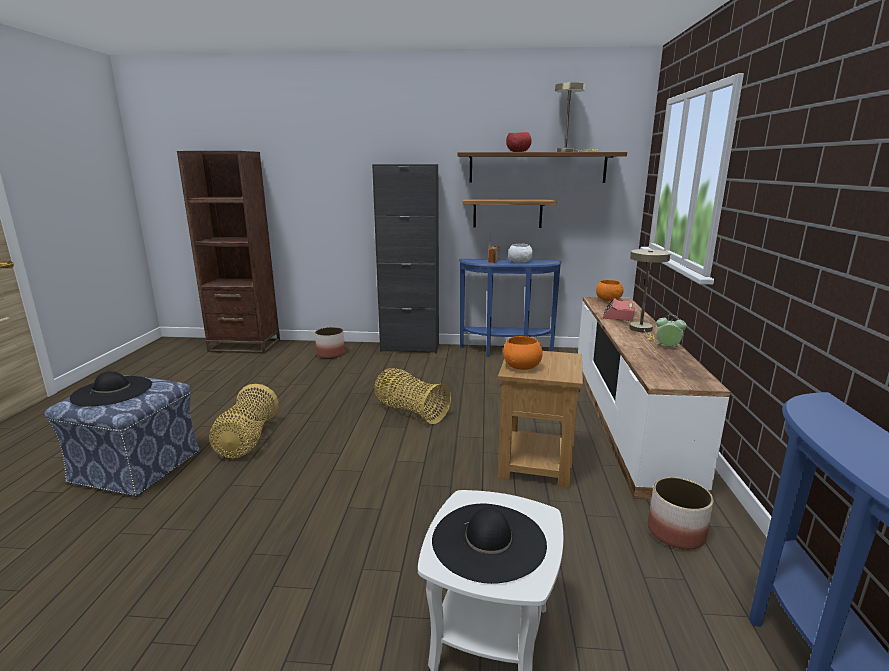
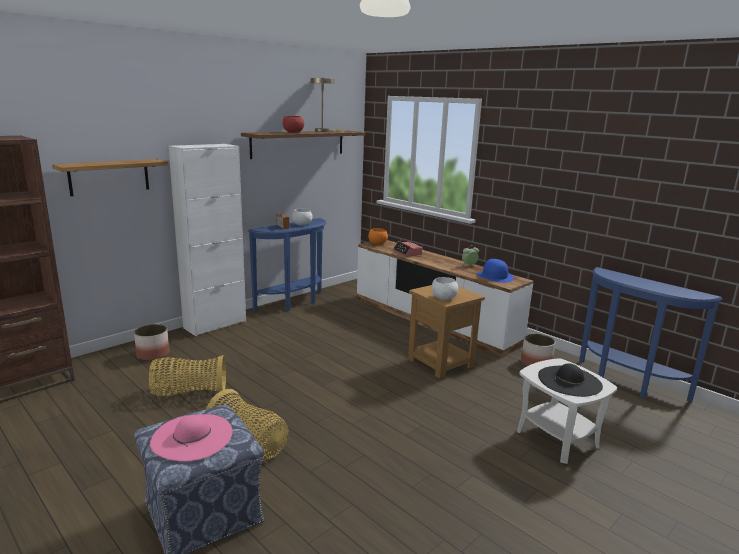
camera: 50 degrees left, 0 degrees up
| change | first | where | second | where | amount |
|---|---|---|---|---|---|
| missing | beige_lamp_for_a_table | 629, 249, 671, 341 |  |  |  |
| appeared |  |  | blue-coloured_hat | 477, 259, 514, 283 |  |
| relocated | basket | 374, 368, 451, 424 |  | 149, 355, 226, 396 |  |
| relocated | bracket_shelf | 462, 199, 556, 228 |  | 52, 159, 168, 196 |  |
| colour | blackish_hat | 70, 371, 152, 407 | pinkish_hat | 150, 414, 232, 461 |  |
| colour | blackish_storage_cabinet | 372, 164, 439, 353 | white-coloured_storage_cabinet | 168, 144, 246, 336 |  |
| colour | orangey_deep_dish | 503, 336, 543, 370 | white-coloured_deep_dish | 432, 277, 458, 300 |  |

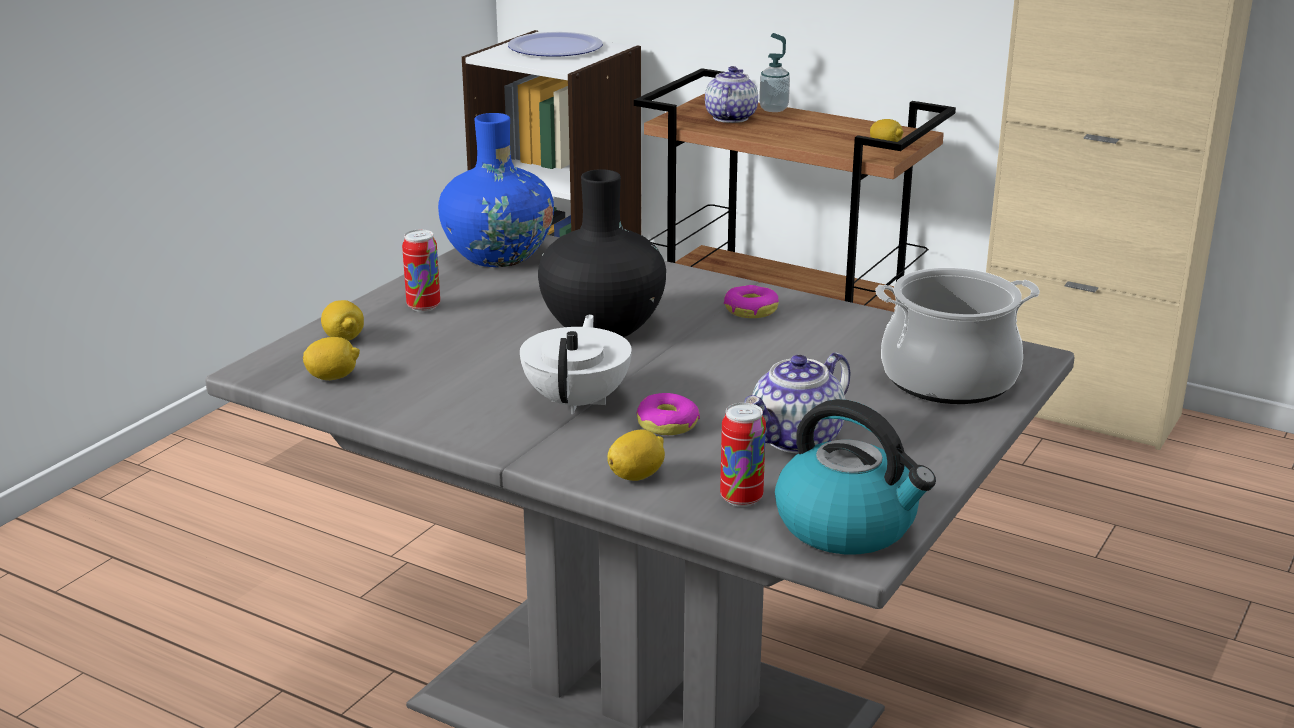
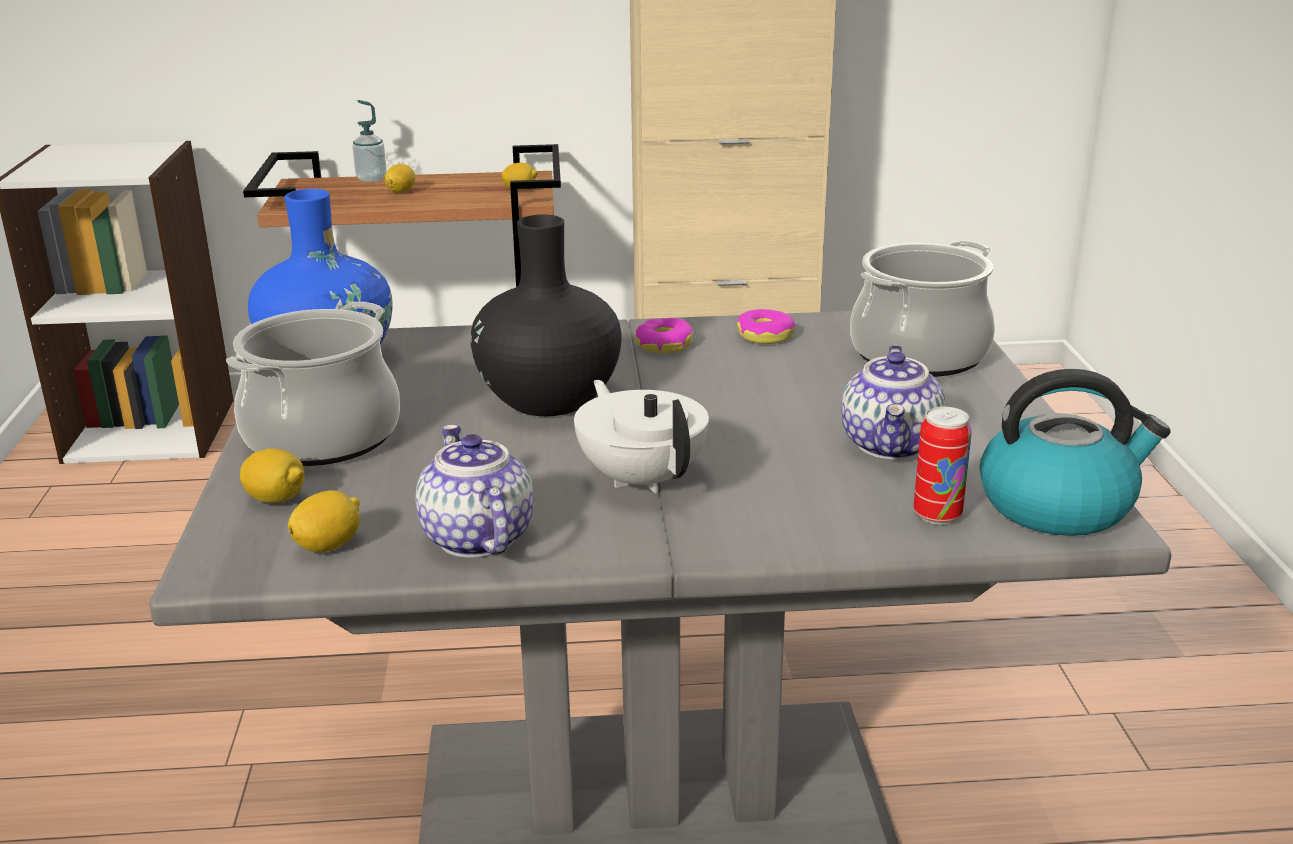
camera: 35 degrees left, 0 degrees up
| change | first | where | second | where | amount |
|---|---|---|---|---|---|
| missing | dinner_plate | 508, 32, 603, 57 |  |  |  |
| relocated | citrus_fruit | 607, 430, 665, 481 |  | 385, 164, 416, 193 |  |
| relocated | ring_doughnut | 636, 393, 700, 435 |  | 737, 309, 795, 344 |  |
| relocated | pot_for_tea | 705, 66, 758, 123 |  | 415, 425, 534, 558 |  |
| exchanged | can | 402, 230, 440, 312 | saucepot | 226, 302, 400, 466 |  |

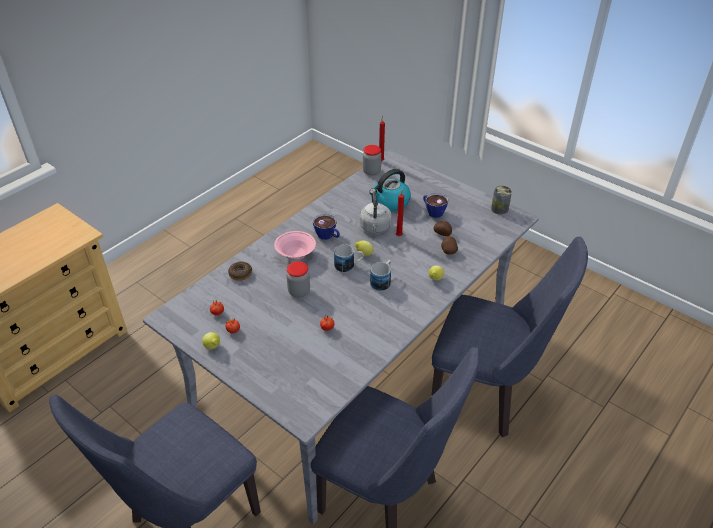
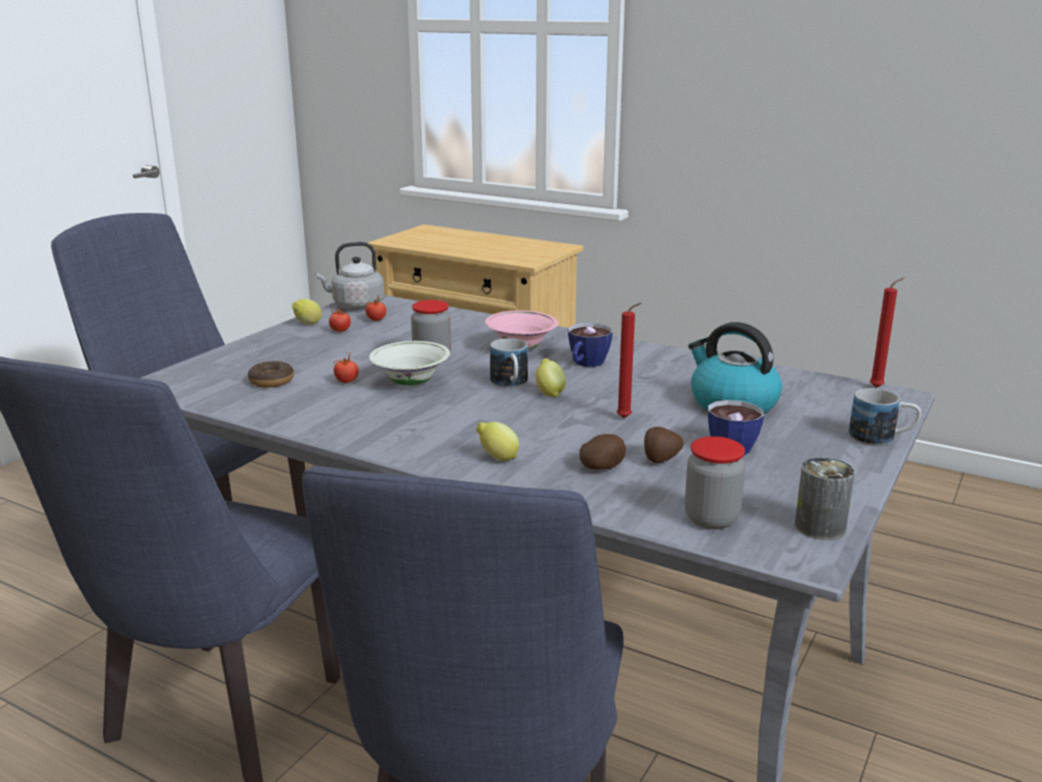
camera: 80 degrees right, 20 degrees down
| change | first | where | second | where | amount |
|---|---|---|---|---|---|
| appeared |  |  | white-coloured_deep_dish | 369, 341, 450, 386 |  |
| relocated | ring_doughnut | 228, 262, 252, 281 |  | 248, 361, 294, 388 |  |
| relocated | grey_water_kettle | 360, 191, 392, 233 |  | 315, 242, 384, 309 |  |
| relocated | storage_jar | 363, 145, 381, 176 |  | 685, 436, 745, 529 |  |
| relocated | coffee_mug | 370, 260, 391, 291 |  | 849, 388, 921, 446 |  |

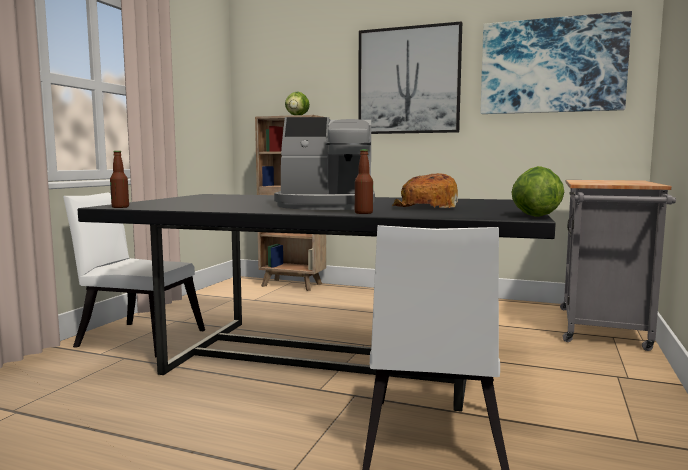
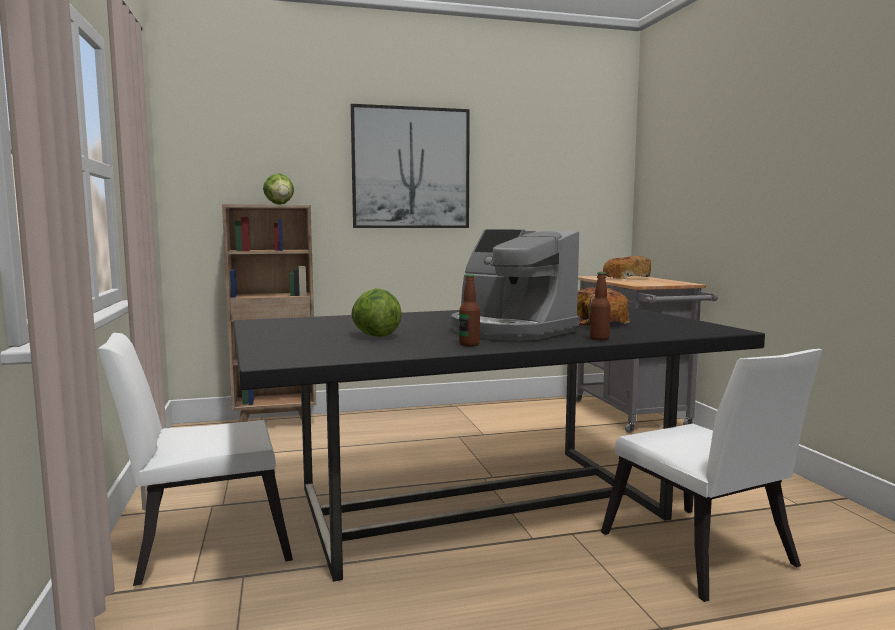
camera: 35 degrees left, 0 degrees up
| change | first | where | second | where | amount |
|---|---|---|---|---|---|
| missing | wall_art | 480, 11, 632, 114 |  |  |  |
| appeared |  |  | bread | 599, 256, 651, 279 |  |
| relocated | bottle | 110, 151, 129, 208 |  | 459, 274, 480, 347 |  |
| relocated | head_of_lettuce | 511, 166, 564, 217 |  | 351, 288, 402, 337 |  |
| spun | coffee_brewer | 274, 117, 375, 210 |  | 451, 230, 579, 341 | 75 degrees clockwise |

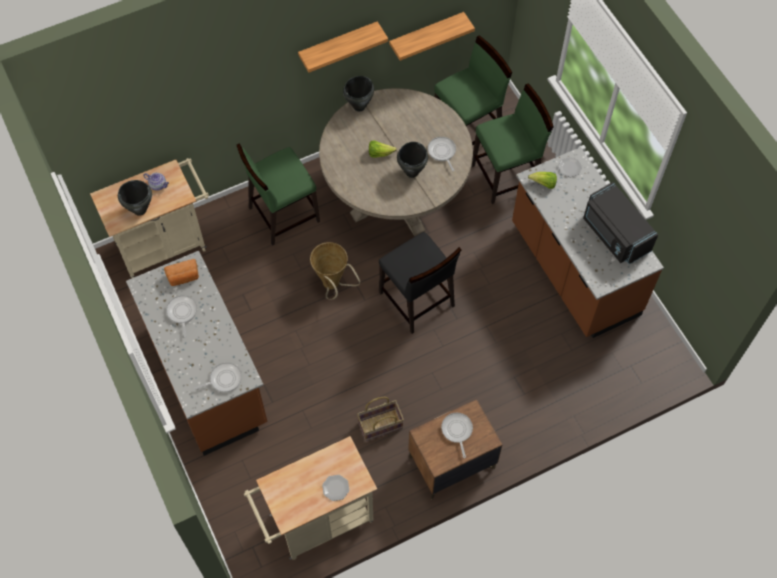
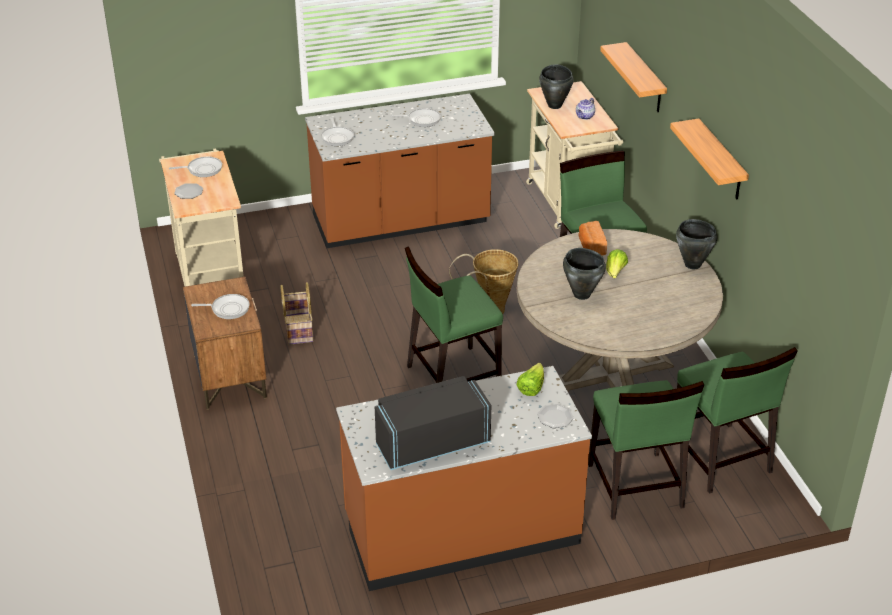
camera: 100 degrees right, 25 degrees down
| change | first | where | second | where | amount |
|---|---|---|---|---|---|
| relocated | bread | 164, 259, 199, 286 |  | 578, 221, 607, 256 |  |
| relocated | bracket_shelf | 389, 12, 475, 61 |  | 600, 42, 667, 112 |  |
| relocated | frying_pan | 428, 137, 456, 172 |  | 169, 157, 222, 177 |  |
| colour | blackish_upright_chair | 379, 232, 461, 334 | greenish_upright_chair | 405, 246, 503, 383 |  |

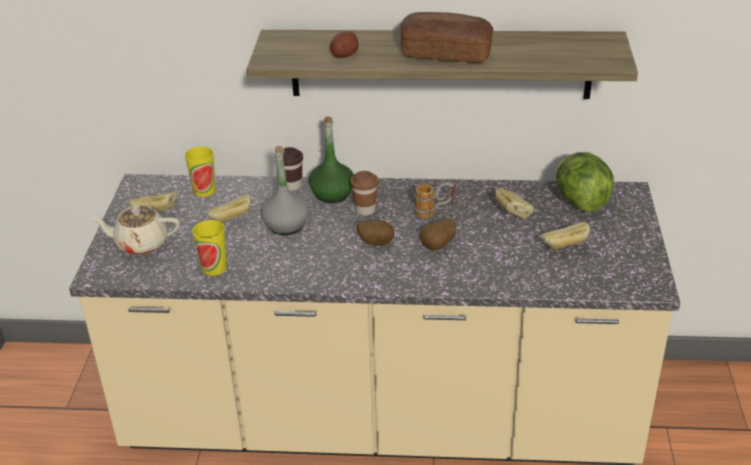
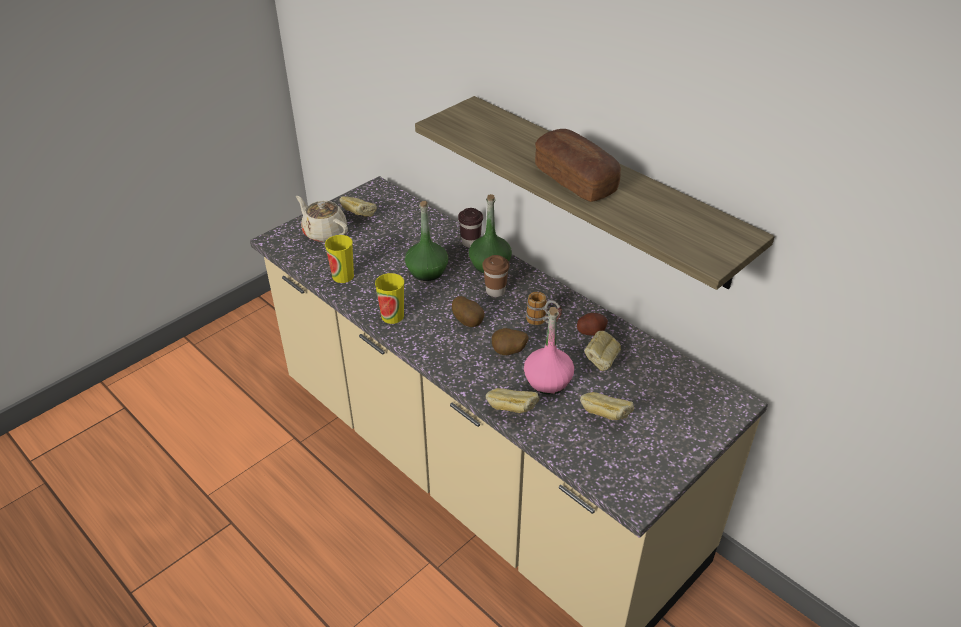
camera: 40 degrees right, 5 degrees up
| change | first | where | second | where | amount |
|---|---|---|---|---|---|
| missing | head_of_lettuce | 556, 152, 614, 212 |  |  |  |
| appeared |  |  | pinkish_bottle | 524, 307, 574, 394 |  |
| relocated | small_cup | 185, 146, 216, 197 |  | 375, 273, 404, 324 |  |
| relocated | bread | 207, 194, 252, 223 |  | 486, 388, 539, 413 |  |
| relocated | whole_potato | 330, 31, 358, 58 |  | 577, 313, 608, 336 |  |
| colour | grey_bottle | 261, 146, 309, 235 | greenish_bottle | 405, 201, 448, 281 |  |

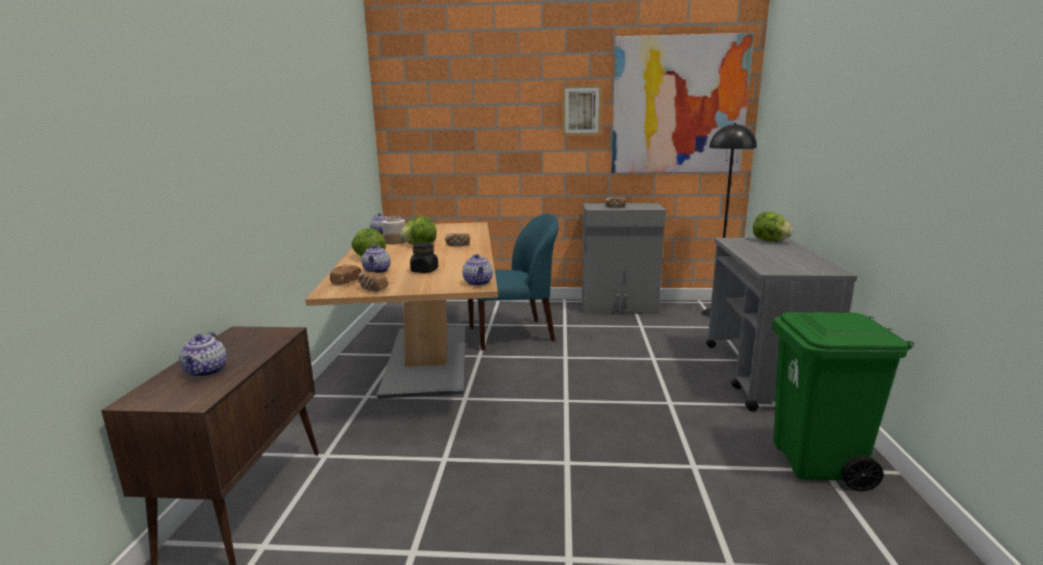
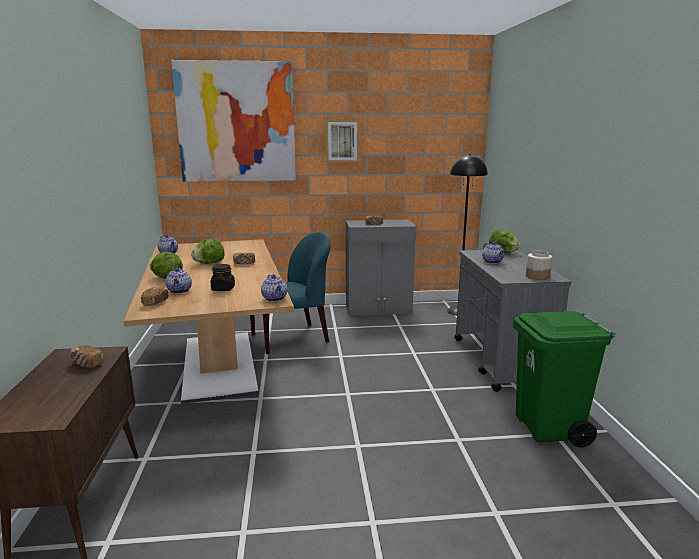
camera: 10 degrees left, 0 degrees up
| change | first | where | second | where | amount |
|---|---|---|---|---|---|
| relocated | pot_for_tea | 179, 332, 227, 377 |  | 482, 242, 504, 264 |  |
| relocated | bread | 358, 272, 388, 291 |  | 70, 345, 104, 368 |  |
| relocated | storage_jar | 382, 216, 406, 244 |  | 526, 251, 552, 280 |  |
| relocated | wall_art | 611, 33, 754, 173 |  | 171, 60, 296, 182 |  |

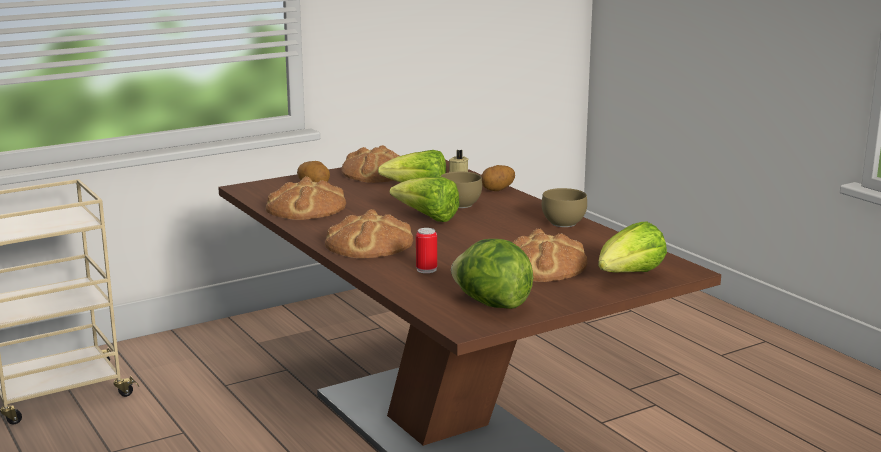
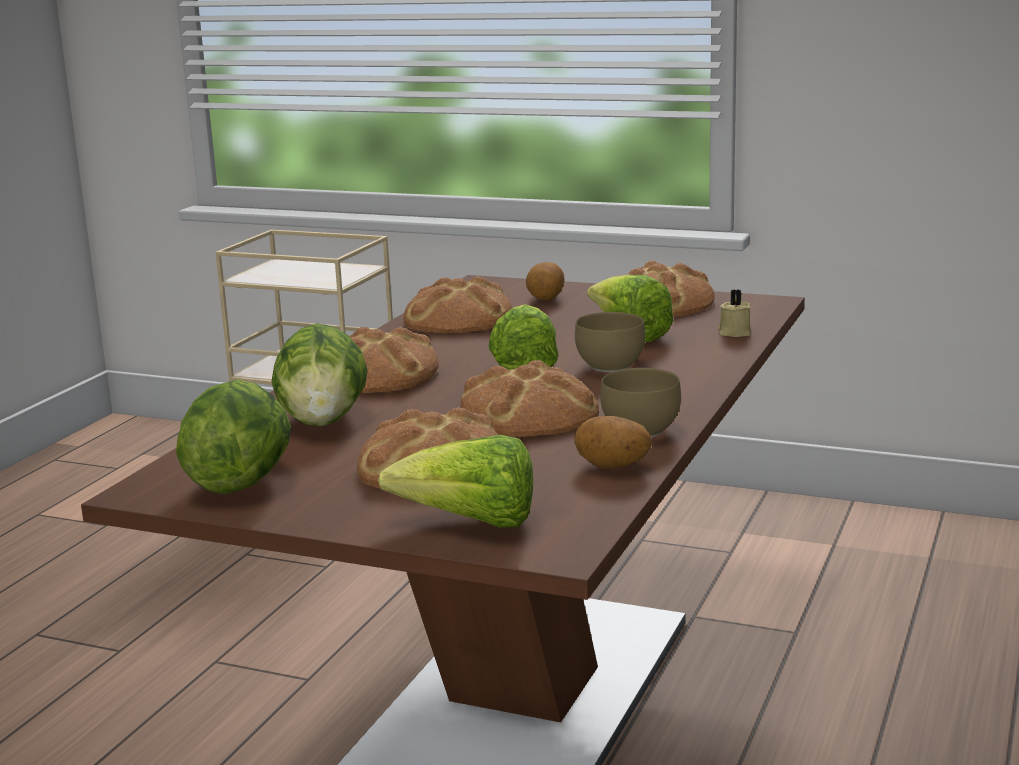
camera: 55 degrees right, 0 degrees up
| change | first | where | second | where | amount |
|---|---|---|---|---|---|
| appeared |  |  | bread | 460, 360, 599, 437 |  |
| relocated | whole_potato | 481, 165, 515, 191 |  | 574, 416, 653, 469 |  |
| exchanged | can | 416, 228, 437, 273 | head_of_lettuce | 272, 323, 368, 427 |  |

